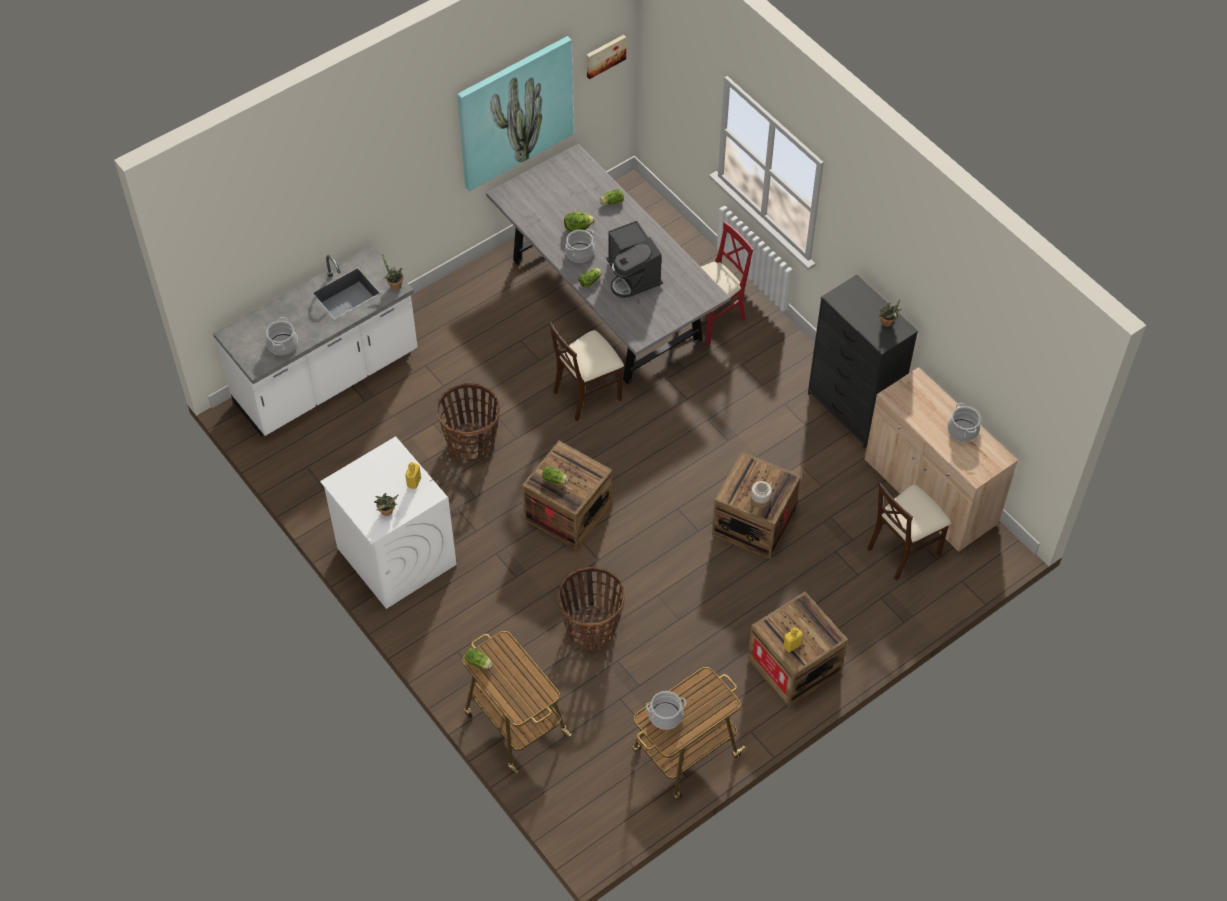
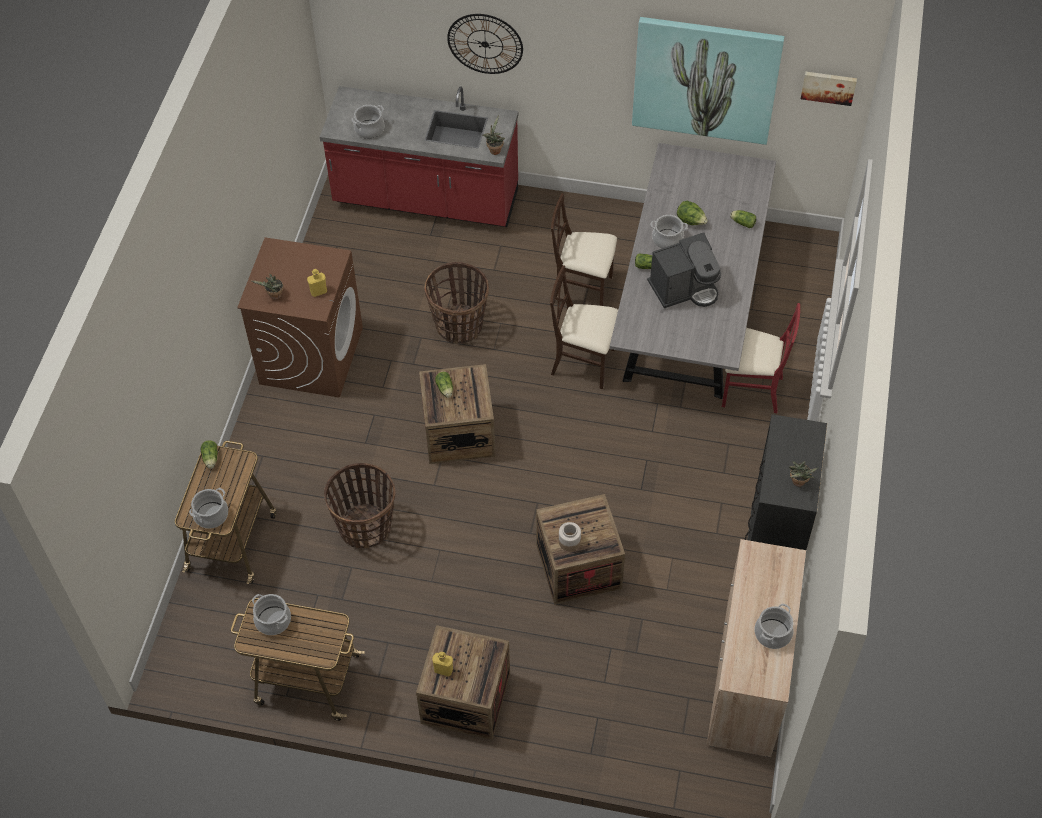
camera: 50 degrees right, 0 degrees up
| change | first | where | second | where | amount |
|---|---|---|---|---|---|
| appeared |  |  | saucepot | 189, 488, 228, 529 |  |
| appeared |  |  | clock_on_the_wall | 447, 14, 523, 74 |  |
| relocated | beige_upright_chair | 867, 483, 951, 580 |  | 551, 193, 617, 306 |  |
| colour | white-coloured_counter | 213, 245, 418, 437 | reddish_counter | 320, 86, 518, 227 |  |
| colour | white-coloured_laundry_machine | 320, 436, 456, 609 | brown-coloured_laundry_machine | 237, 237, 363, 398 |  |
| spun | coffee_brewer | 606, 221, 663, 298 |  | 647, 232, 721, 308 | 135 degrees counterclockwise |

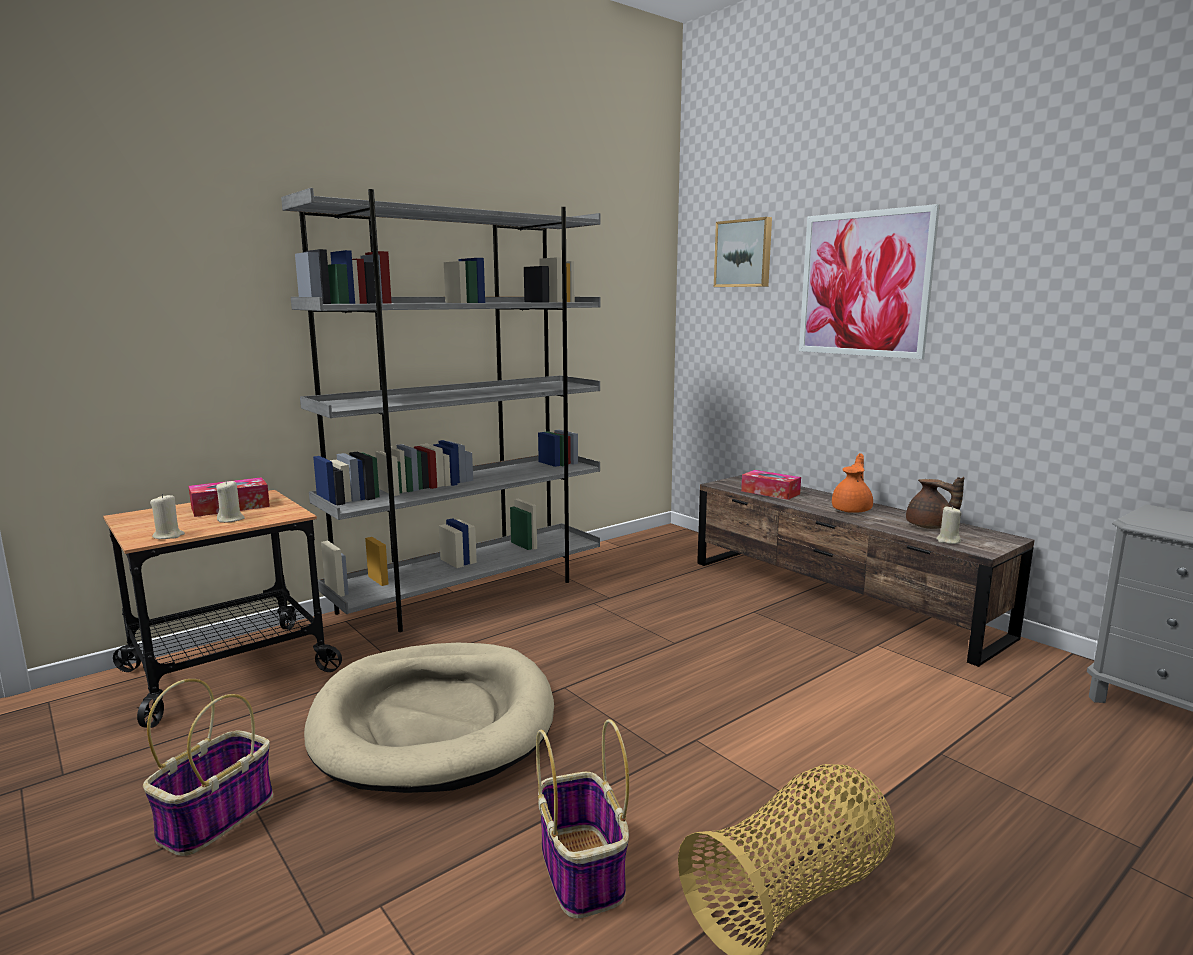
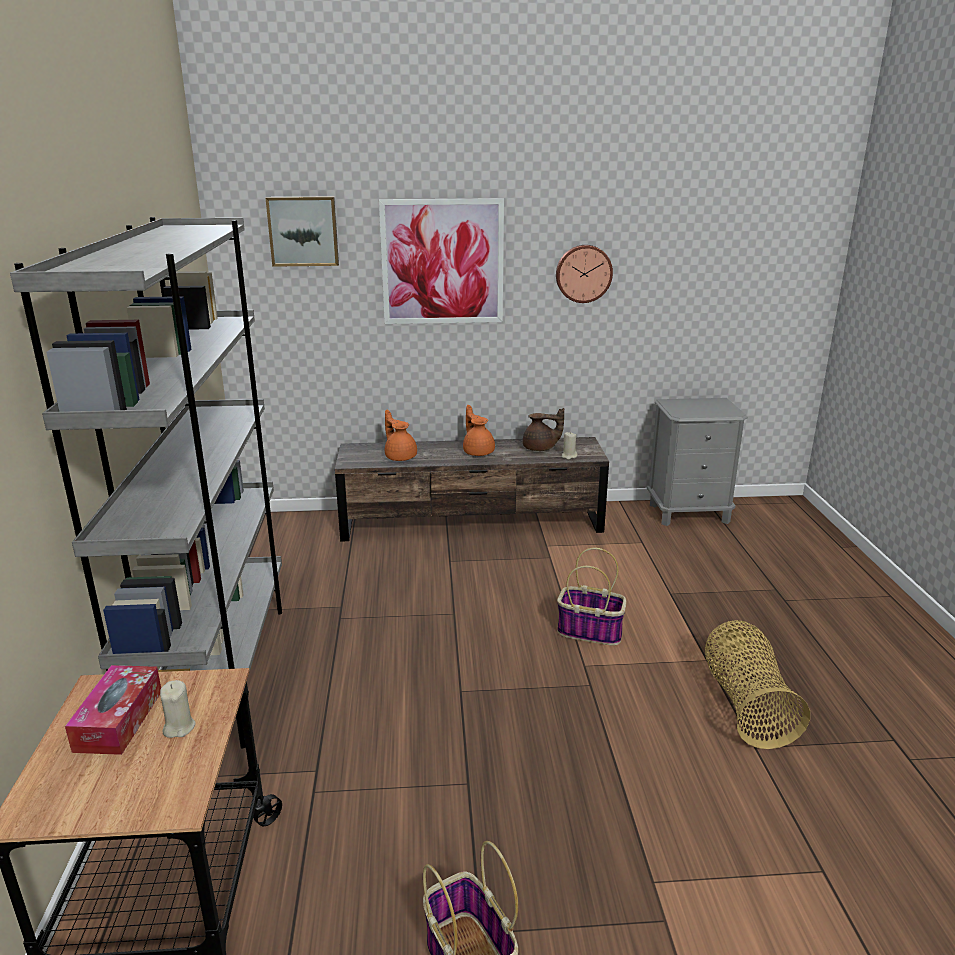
camera: 55 degrees left, 10 degrees up
| change | first | where | second | where | amount |
|---|---|---|---|---|---|
| missing | beige_candle | 150, 494, 185, 539 |  |  |  |
| missing | beige_dog_cushion | 304, 643, 554, 793 |  |  |  |
| appeared |  |  | clock_on_the_wall | 556, 245, 613, 303 |  |
| relocated | basket | 536, 719, 629, 918 |  | 557, 548, 627, 646 |  |
| exchanged | tissue_box | 741, 470, 801, 500 | orangey_pot_for_tea | 385, 410, 417, 461 |  |

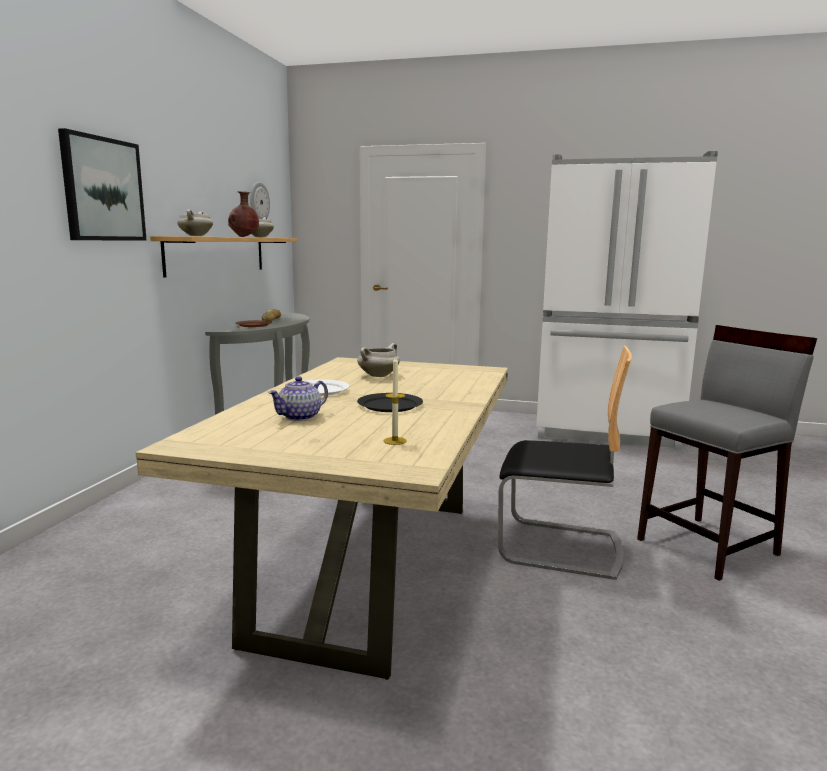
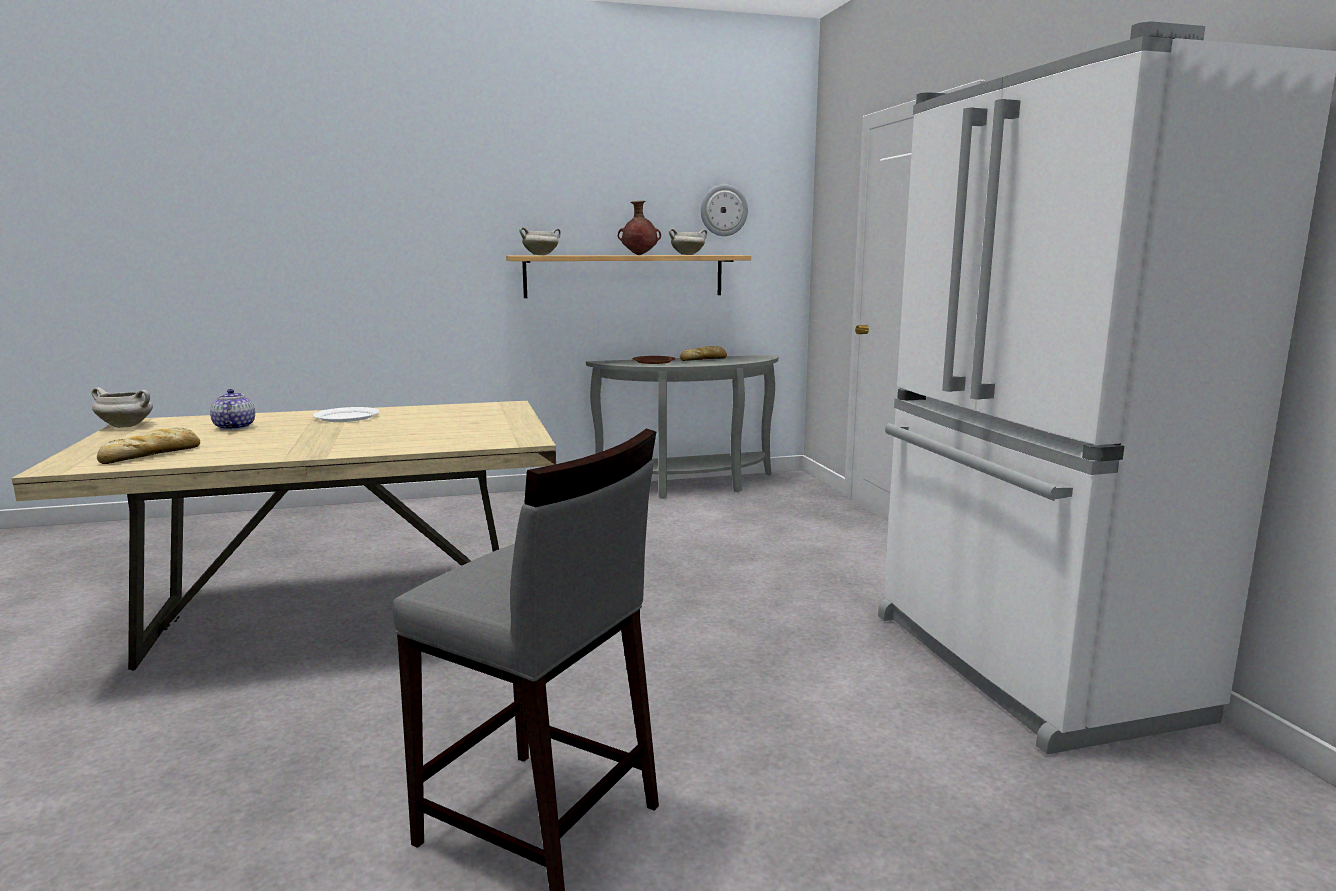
camera: 60 degrees right, 0 degrees up
| change | first | where | second | where | amount |
|---|---|---|---|---|---|
| missing | wall_art | 58, 128, 147, 241 |  |  |  |
| missing | blackish_dinner_plate | 357, 393, 423, 412 |  |  |  |
| missing | upright_chair | 498, 346, 632, 580 |  |  |  |
| relocated | white-coloured_saucepot | 357, 343, 400, 377 |  | 92, 387, 153, 428 |  |
| exchanged | candle | 383, 355, 407, 445 | bread | 97, 427, 200, 464 |  |
| spun | pot_for_tea | 268, 376, 328, 421 |  | 210, 389, 255, 430 | 60 degrees clockwise |

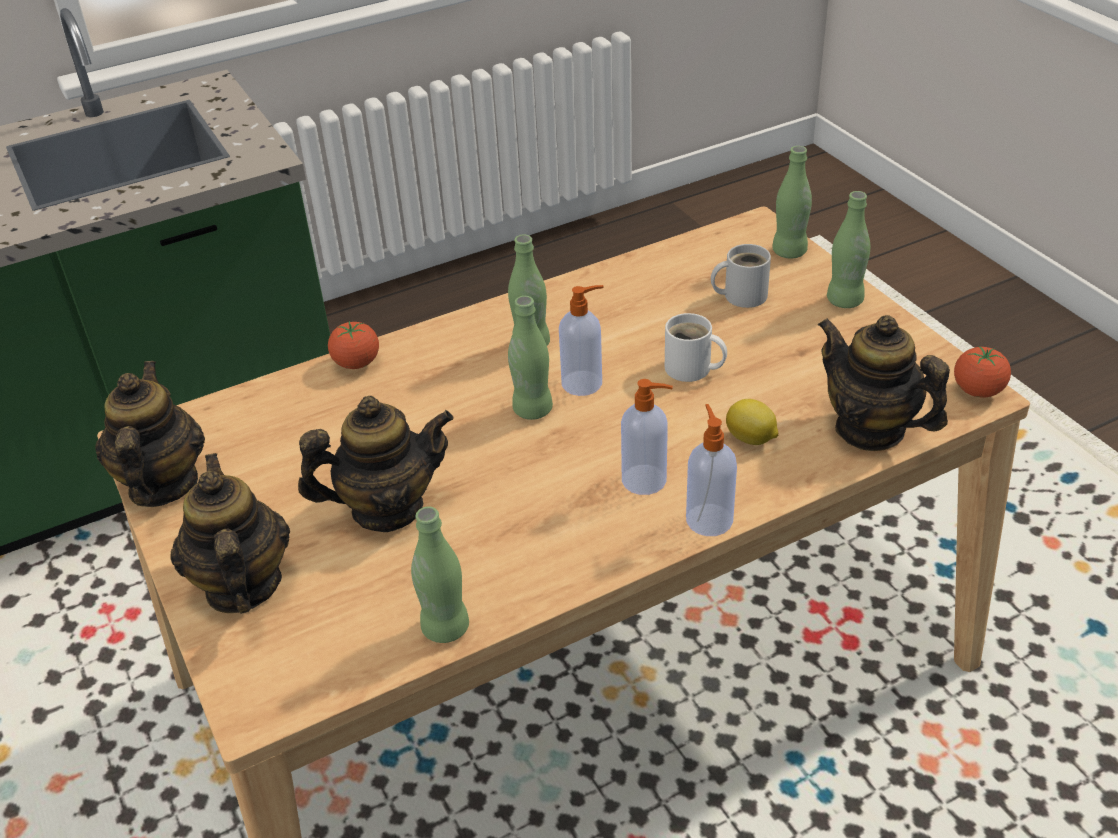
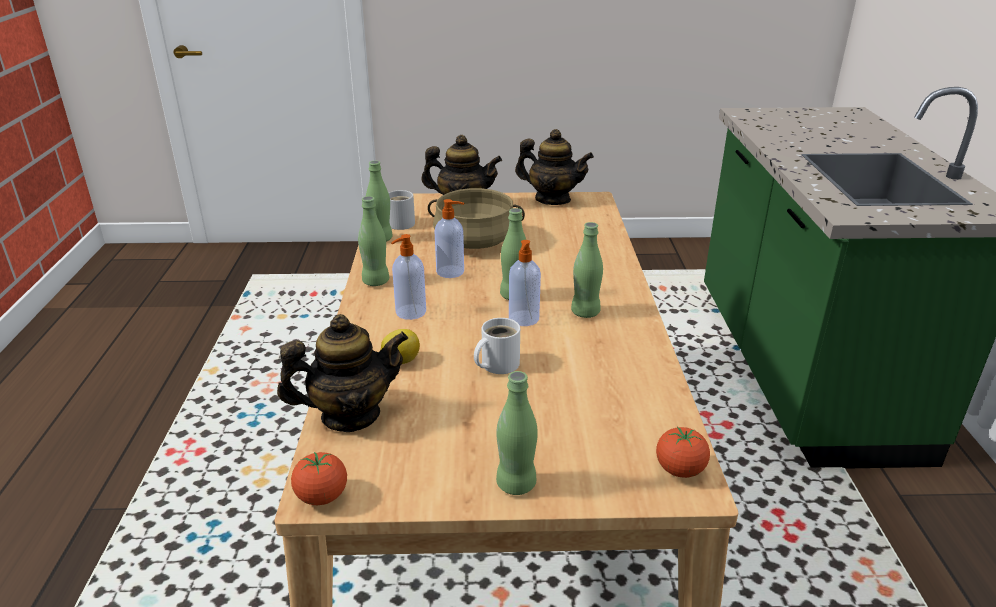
camera: 115 degrees right, 10 degrees down
| change | first | where | second | where | amount |
|---|---|---|---|---|---|
| relocated | fresh_tomato | 328, 321, 379, 369 |  | 656, 427, 710, 478 |  |
| relocated | liquid_soap_bottle | 686, 404, 737, 536 |  | 434, 199, 464, 278 |  |
| relocated | white-coloured_coffee_mug | 711, 244, 771, 308 |  | 389, 190, 415, 230 |  |
| relocated | greenish_bottle | 772, 146, 812, 259 |  | 358, 196, 389, 286 |  |
| exchanged | pot_for_tea | 298, 396, 454, 532 | beige_saucepot | 428, 188, 525, 249 |  |

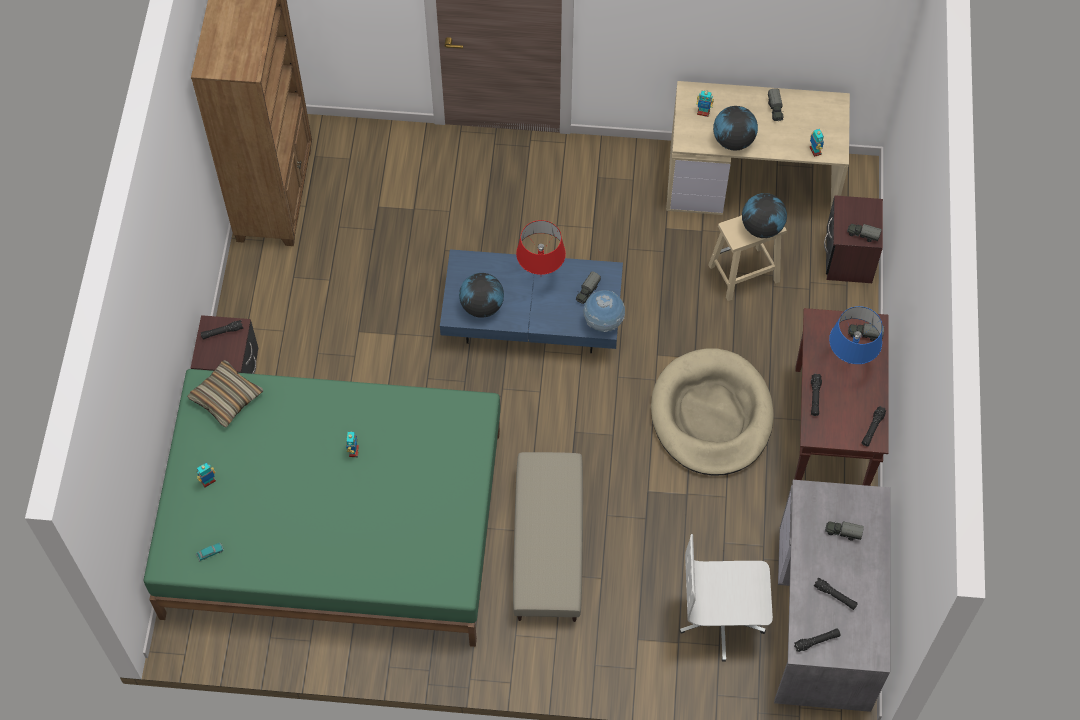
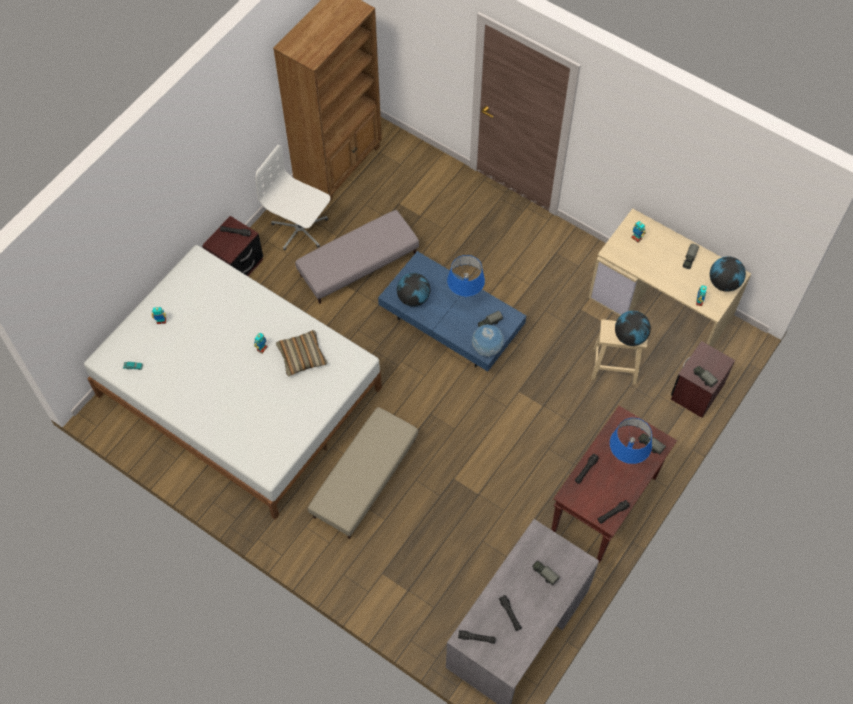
camera: 30 degrees right, 0 degrees up
| change | first | where | second | where | amount |
|---|---|---|---|---|---|
| missing | beige_dog_cushion | 651, 348, 774, 476 |  |  |  |
| appeared |  |  | grey_ottoman | 295, 210, 419, 304 |  |
| relocated | cushion | 187, 360, 263, 428 |  | 276, 330, 328, 377 |  |
| relocated | white-coloured_computer_chair | 680, 534, 773, 662 |  | 256, 145, 330, 251 |  |
| relocated | globe | 713, 106, 758, 151 |  | 710, 256, 746, 292 |  |
| colour | greenish_bed | 143, 369, 500, 647 | white-coloured_bed | 84, 245, 382, 520 |  |
| colour | reddish_lamp_for_a_table | 516, 220, 566, 275 | blue-coloured_lamp_for_a_table | 447, 255, 485, 296 |  |

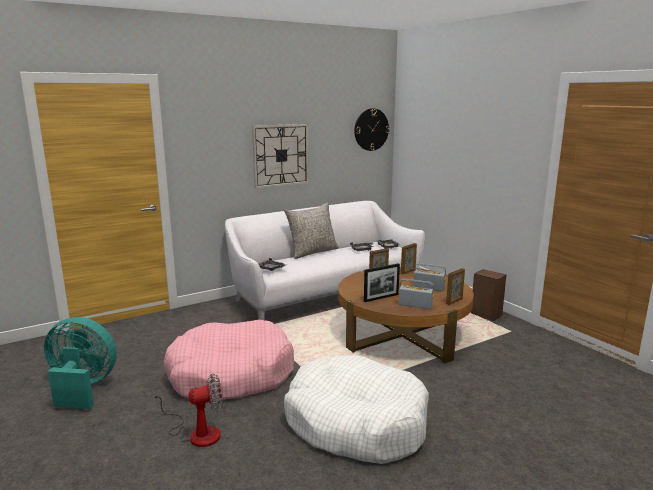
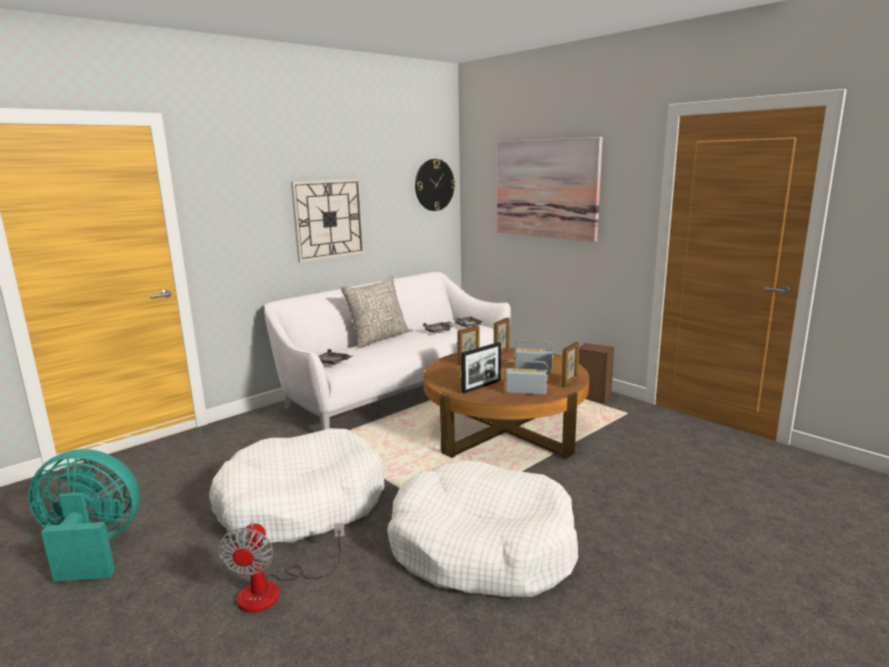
camera: 10 degrees left, 0 degrees up
| change | first | where | second | where | amount |
|---|---|---|---|---|---|
| appeared |  |  | wall_art | 497, 137, 603, 242 |  |
| colour | pinkish_dog_cushion | 163, 320, 294, 401 | white-coloured_dog_cushion | 209, 428, 385, 543 |  |
| spun | fan | 154, 374, 223, 447 |  | 218, 522, 345, 613 | 120 degrees clockwise |

